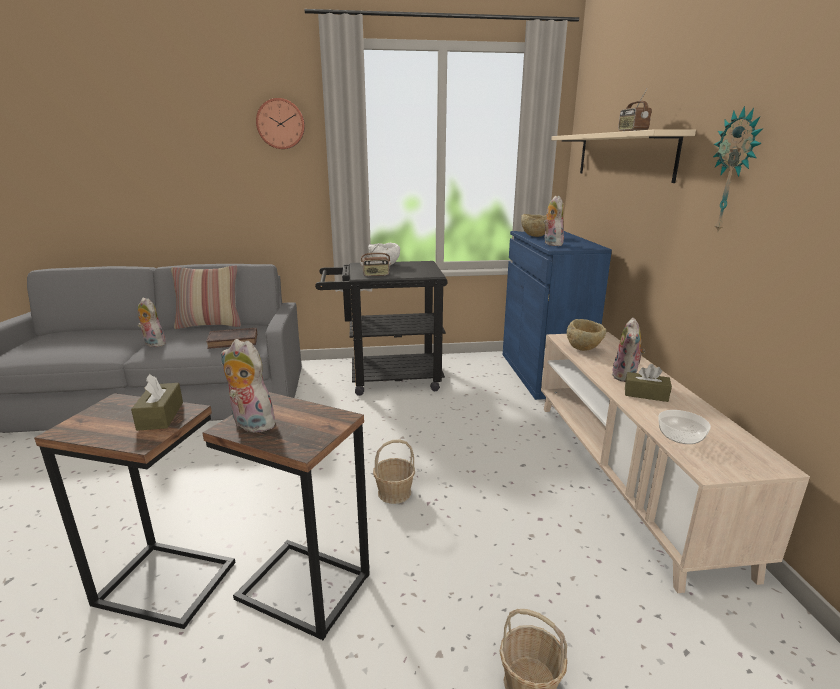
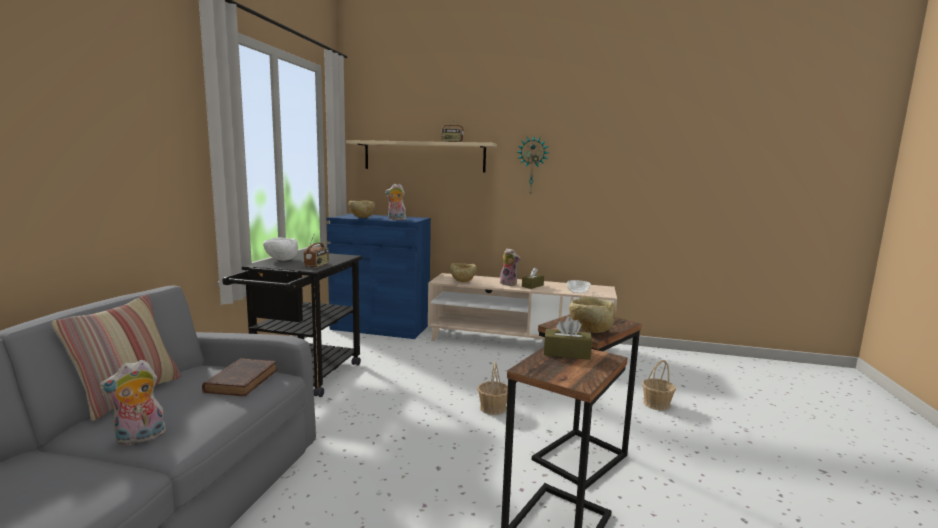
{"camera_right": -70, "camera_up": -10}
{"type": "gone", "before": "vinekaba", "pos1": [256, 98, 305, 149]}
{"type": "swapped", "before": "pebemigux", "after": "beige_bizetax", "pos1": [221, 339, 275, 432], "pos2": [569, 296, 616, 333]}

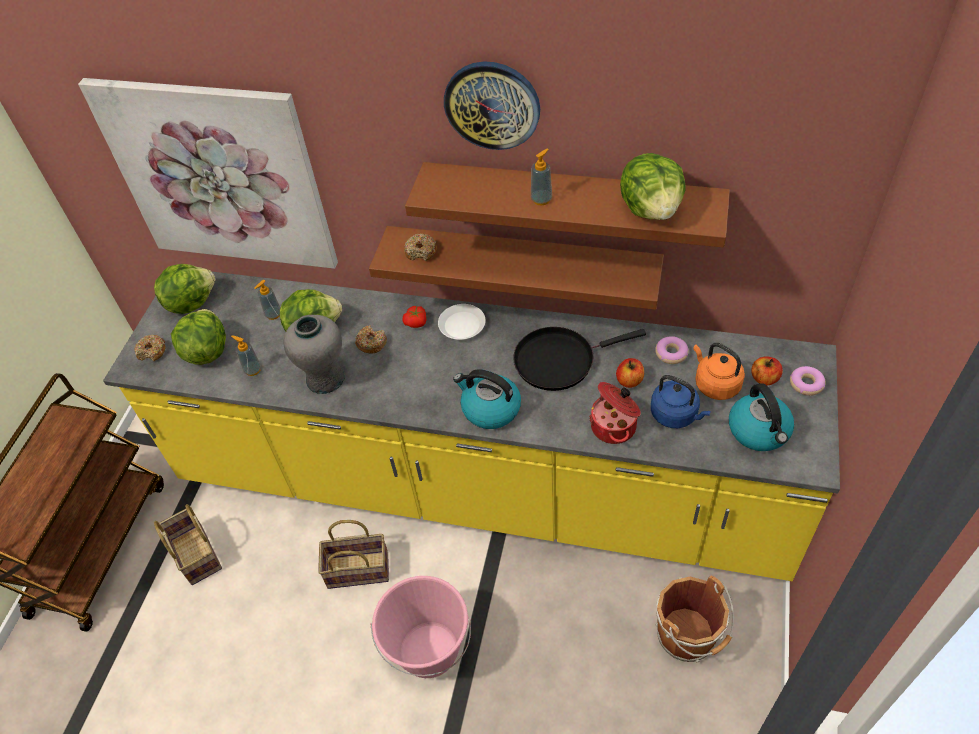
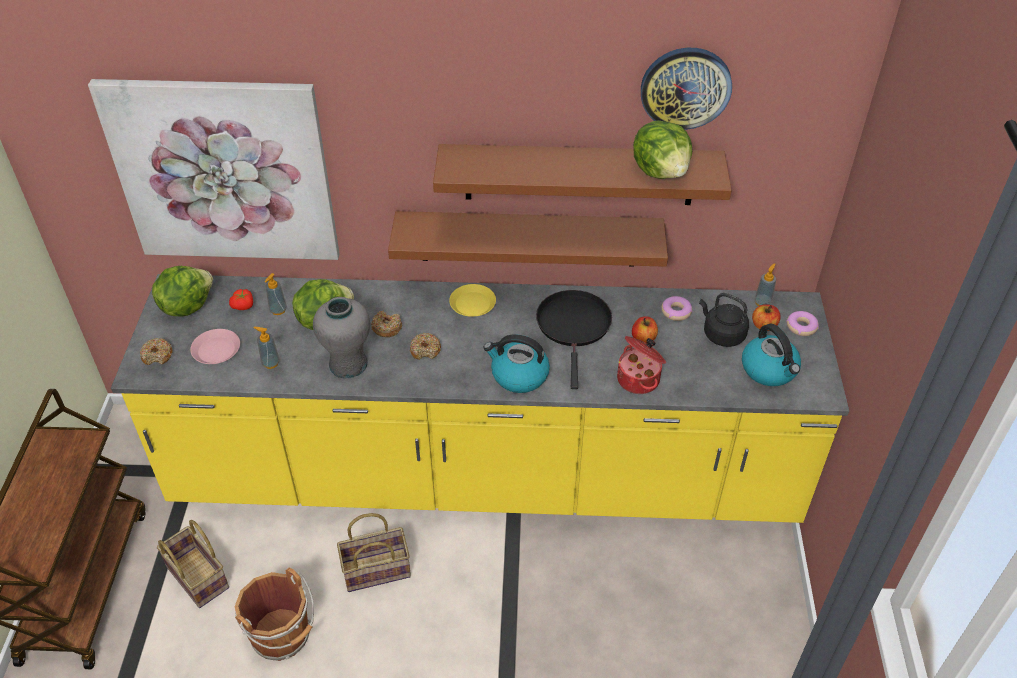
{"camera_right": -15, "camera_up": -5}
{"type": "shifted", "before": "vinekaba", "pos1": [444, 62, 540, 150], "pos2": [641, 48, 732, 130]}
{"type": "shifted", "before": "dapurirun", "pos1": [531, 148, 552, 205], "pos2": [754, 263, 776, 306]}
{"type": "shifted", "before": "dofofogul", "pos1": [404, 233, 437, 261], "pos2": [410, 333, 441, 360]}
{"type": "repainted", "before": "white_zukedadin", "after": "yellow_zukedadin", "pos1": [438, 304, 486, 340], "pos2": [449, 284, 496, 317]}
{"type": "shifted", "before": "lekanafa", "pos1": [402, 306, 426, 328], "pos2": [229, 289, 253, 310]}
{"type": "swapped", "before": "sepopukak", "after": "pink_zukedadin", "pos1": [171, 309, 226, 365], "pos2": [190, 329, 240, 364]}
{"type": "rotated", "before": "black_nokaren", "pos1": [513, 327, 646, 391], "pos2": [536, 290, 612, 389], "turn": 120}
{"type": "repainted", "before": "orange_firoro", "after": "black_firoro", "pos1": [693, 343, 745, 400], "pos2": [699, 293, 749, 347]}
{"type": "gone", "before": "blue_firoro", "pos1": [651, 375, 711, 428]}
{"type": "gone", "before": "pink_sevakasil", "pos1": [371, 576, 471, 678]}
{"type": "shifted", "before": "brown_sevakasil", "pos1": [655, 576, 734, 663], "pos2": [235, 567, 314, 661]}

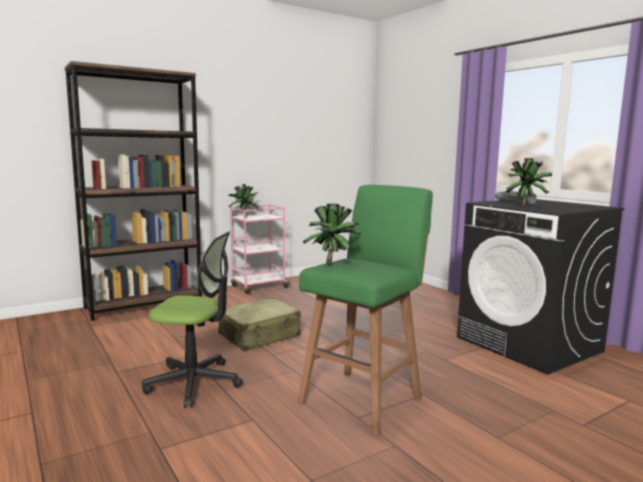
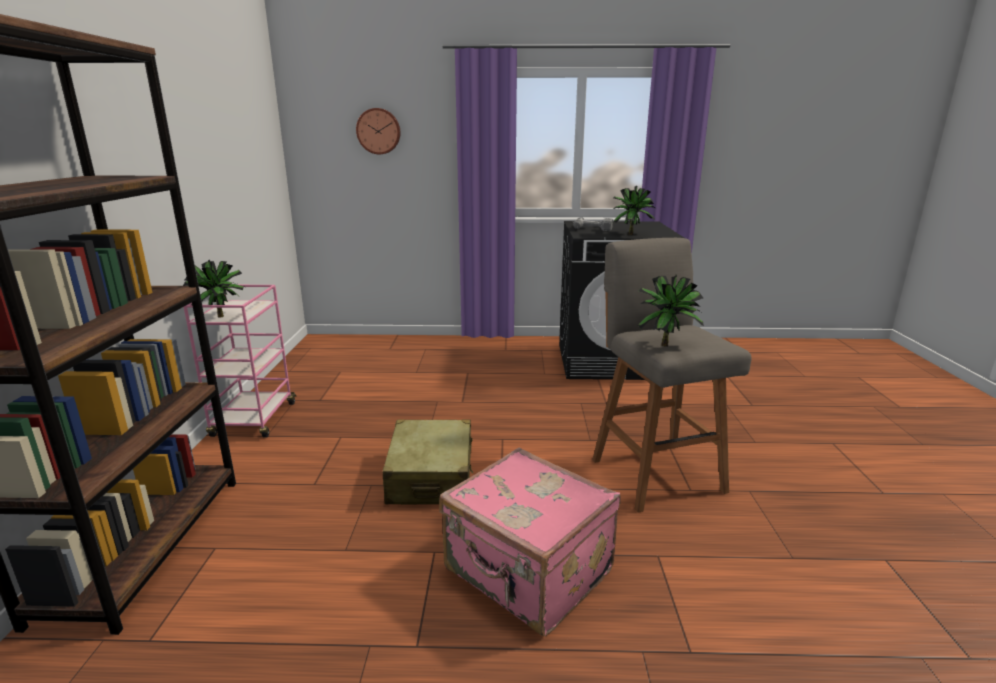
{"camera_right": -55, "camera_up": 10}
{"type": "repainted", "before": "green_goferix", "after": "grey_goferix", "pos1": [298, 185, 433, 436], "pos2": [592, 238, 752, 512]}
{"type": "swapped", "before": "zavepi", "after": "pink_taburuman", "pos1": [142, 231, 243, 408], "pos2": [439, 448, 621, 636]}
{"type": "new", "after": "vinekaba", "pos2": [356, 108, 401, 154]}

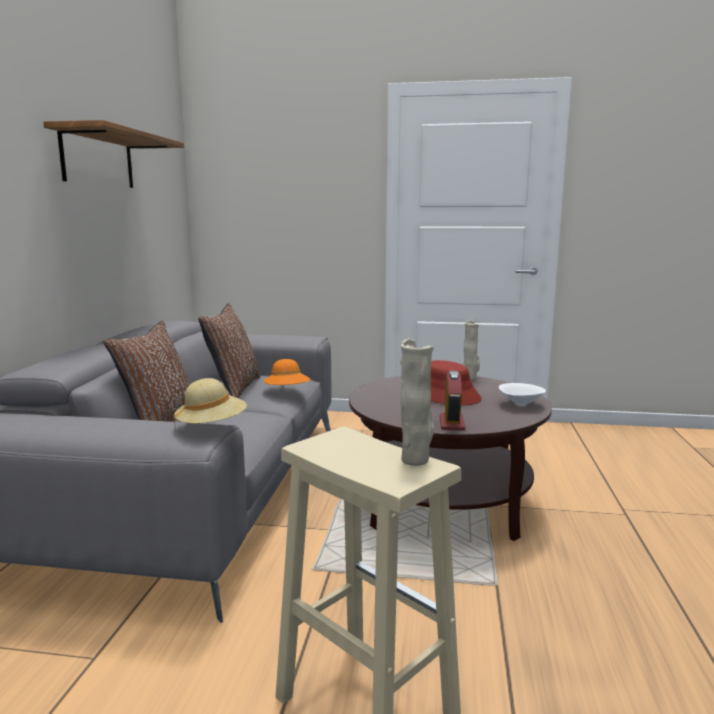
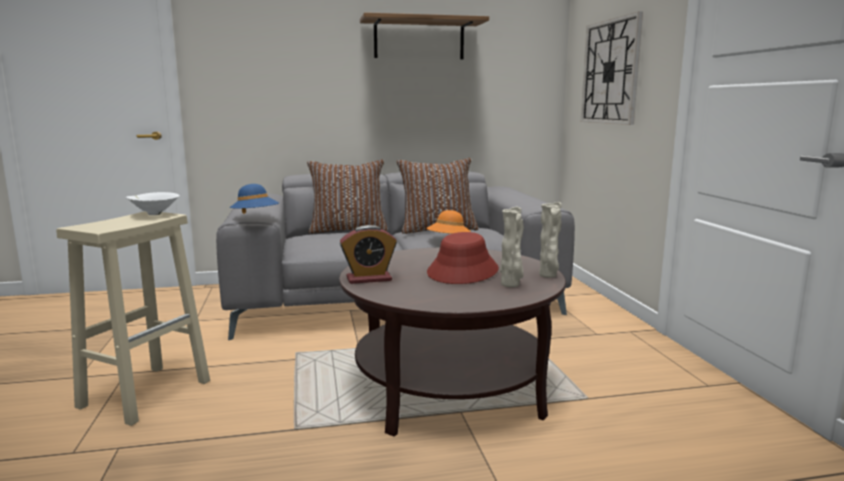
{"camera_right": 70, "camera_up": 0}
{"type": "shifted", "before": "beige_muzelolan", "pos1": [400, 338, 434, 466], "pos2": [500, 207, 524, 287]}
{"type": "repainted", "before": "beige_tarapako", "after": "blue_tarapako", "pos1": [174, 378, 247, 431], "pos2": [230, 184, 279, 214]}
{"type": "shifted", "before": "white_bizetax", "pos1": [499, 383, 546, 407], "pos2": [126, 192, 180, 215]}
{"type": "new", "after": "vinekaba", "pos2": [581, 11, 643, 125]}

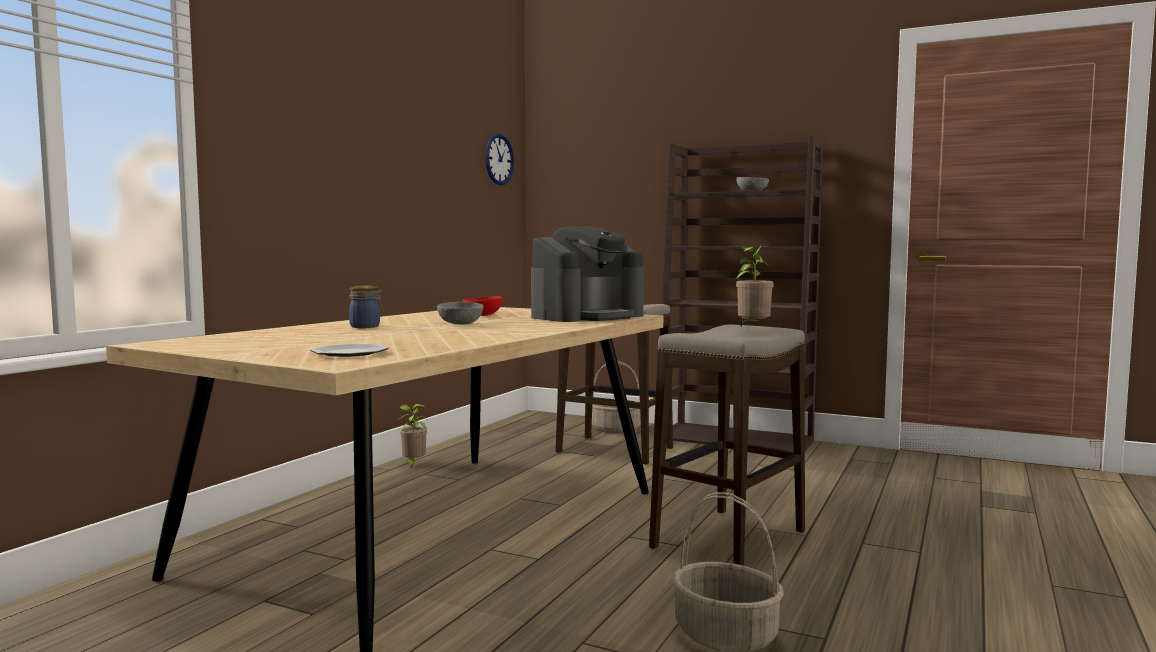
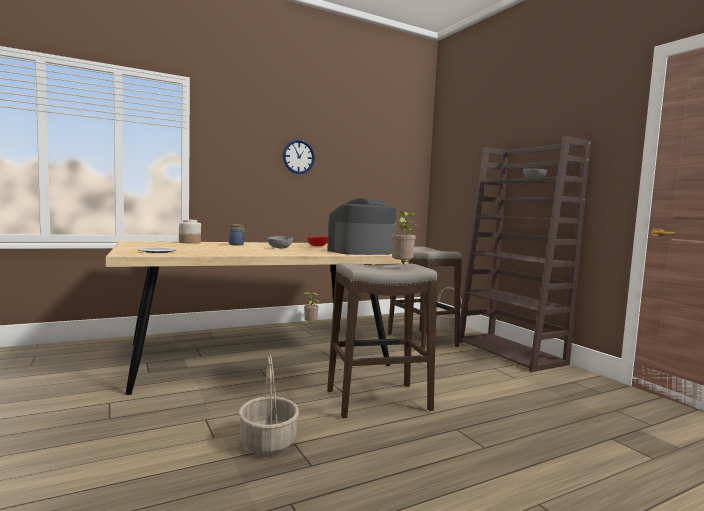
{"camera_right": 35, "camera_up": 0}
{"type": "shifted", "before": "vinekaba", "pos1": [485, 134, 514, 185], "pos2": [283, 140, 315, 174]}
{"type": "rotated", "before": "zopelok", "pos1": [531, 226, 644, 322], "pos2": [327, 198, 396, 255], "turn": 150}
{"type": "new", "after": "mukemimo", "pos2": [179, 219, 201, 244]}

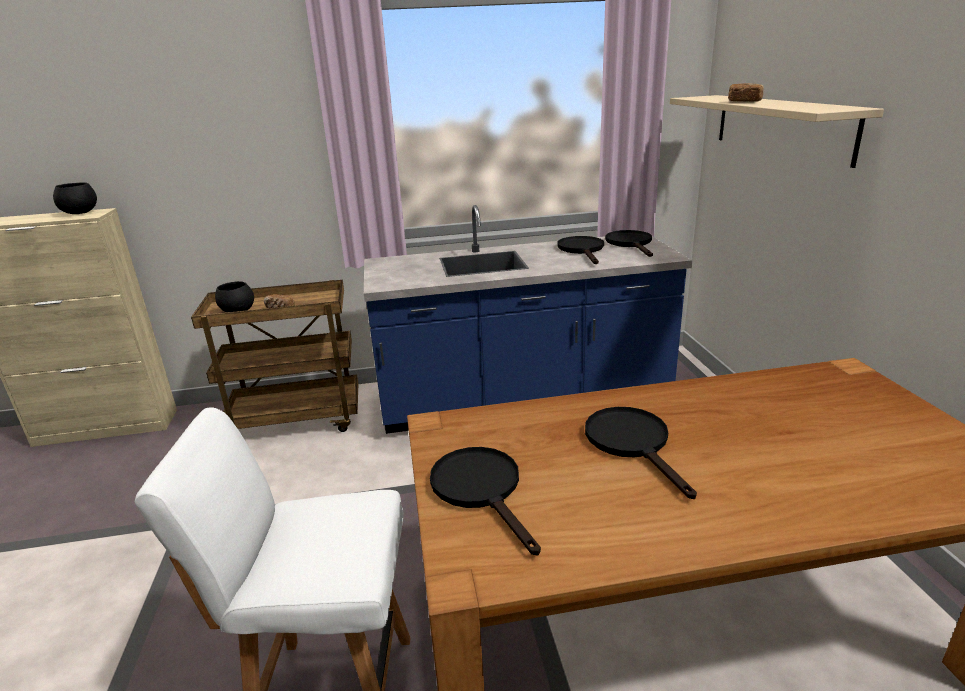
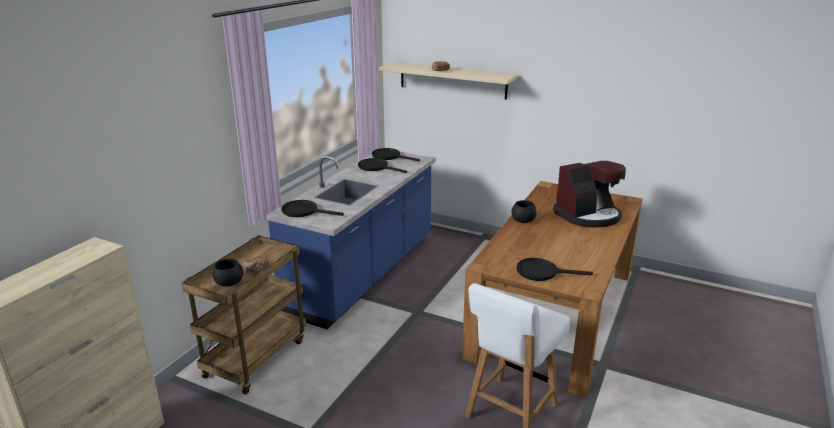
{"camera_right": -55, "camera_up": 0}
{"type": "shifted", "before": "black_bizetax", "pos1": [53, 182, 97, 214], "pos2": [512, 200, 537, 223]}
{"type": "shifted", "before": "black_nokaren", "pos1": [585, 407, 697, 499], "pos2": [281, 200, 344, 217]}
{"type": "new", "after": "zopelok", "pos2": [553, 161, 626, 228]}

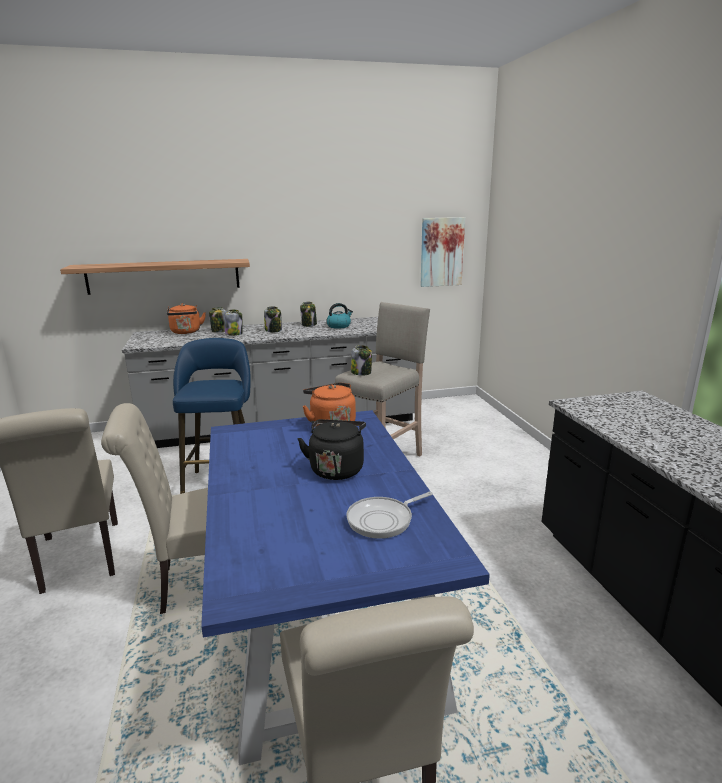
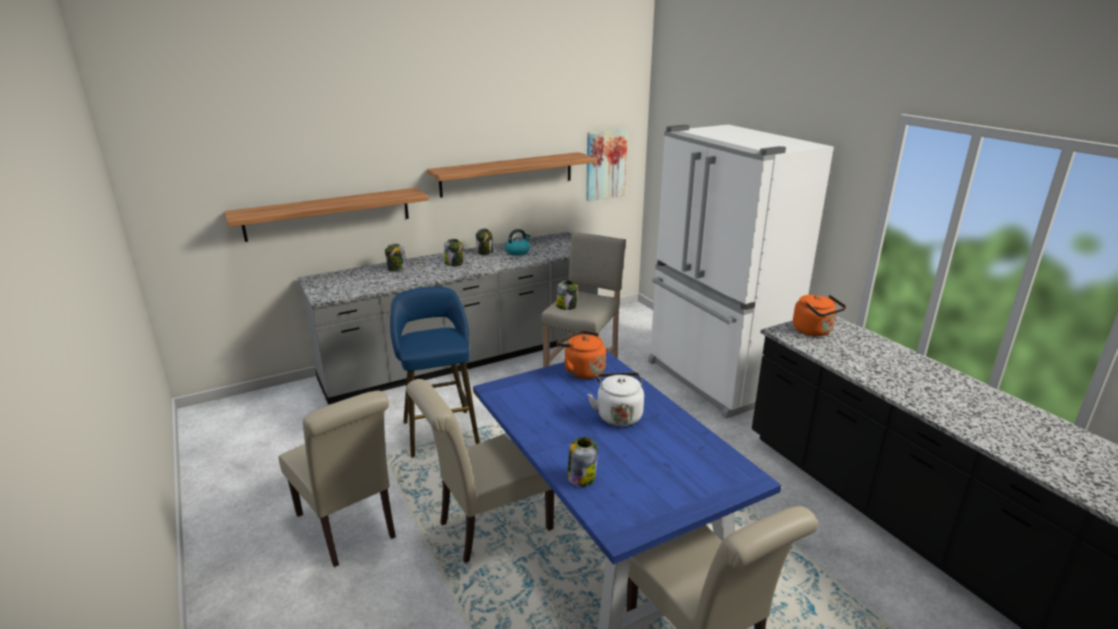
{"camera_right": -15, "camera_up": 5}
{"type": "shifted", "before": "orange_firoro", "pos1": [167, 303, 206, 334], "pos2": [793, 295, 846, 336]}
{"type": "shifted", "before": "mukemimo", "pos1": [225, 310, 242, 336], "pos2": [567, 437, 598, 487]}
{"type": "repainted", "before": "black_firoro", "after": "white_firoro", "pos1": [298, 419, 366, 480], "pos2": [588, 372, 644, 426]}
{"type": "gone", "before": "nokaren", "pos1": [346, 492, 433, 539]}
{"type": "new", "after": "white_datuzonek", "pos2": [648, 125, 834, 419]}
{"type": "new", "after": "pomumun", "pos2": [427, 152, 596, 198]}

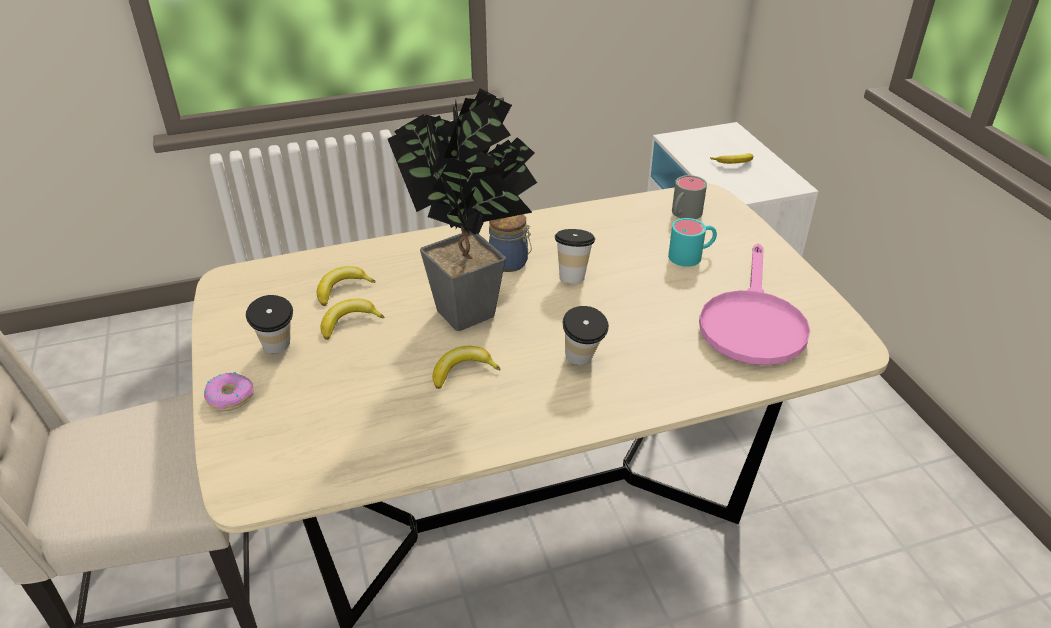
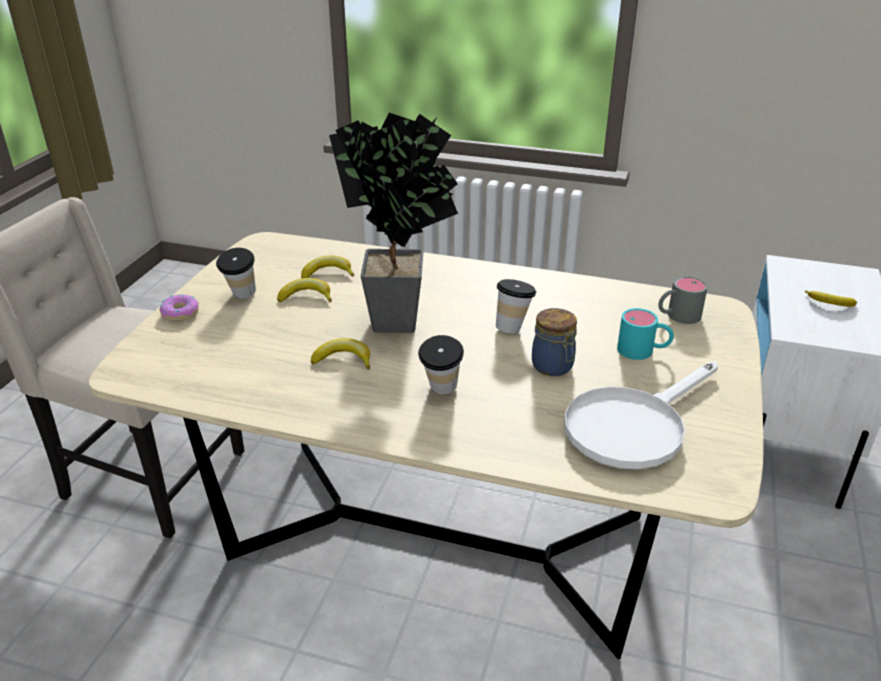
{"camera_right": 35, "camera_up": -5}
{"type": "shifted", "before": "mukemimo", "pos1": [489, 214, 532, 272], "pos2": [532, 308, 577, 376]}
{"type": "repainted", "before": "pink_nokaren", "after": "white_nokaren", "pos1": [699, 244, 810, 365], "pos2": [564, 362, 718, 470]}

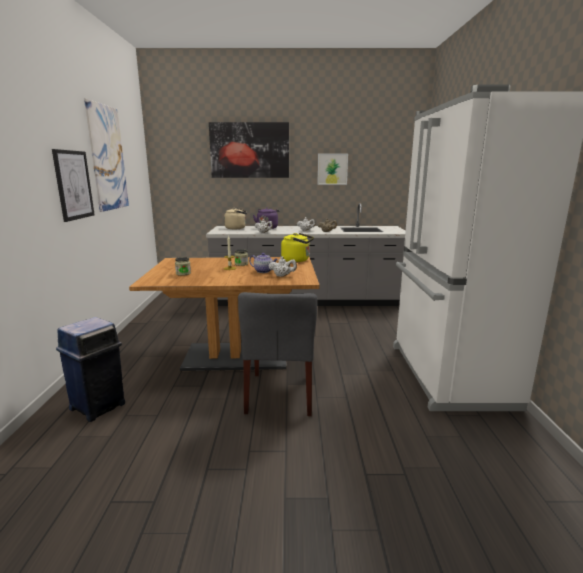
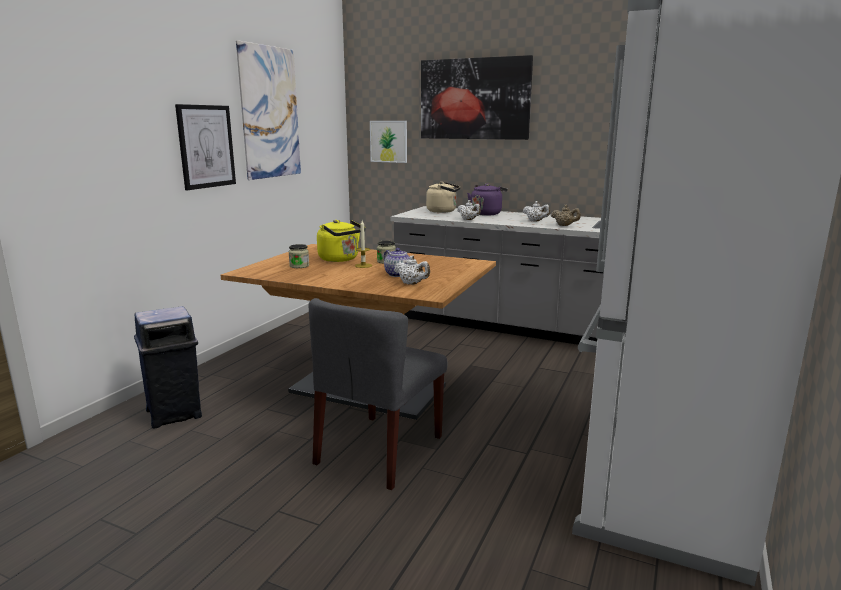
{"camera_right": 25, "camera_up": 0}
{"type": "shifted", "before": "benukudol", "pos1": [317, 154, 348, 185], "pos2": [370, 121, 407, 163]}
{"type": "shifted", "before": "yellow_firoro", "pos1": [281, 233, 314, 262], "pos2": [317, 220, 366, 262]}

